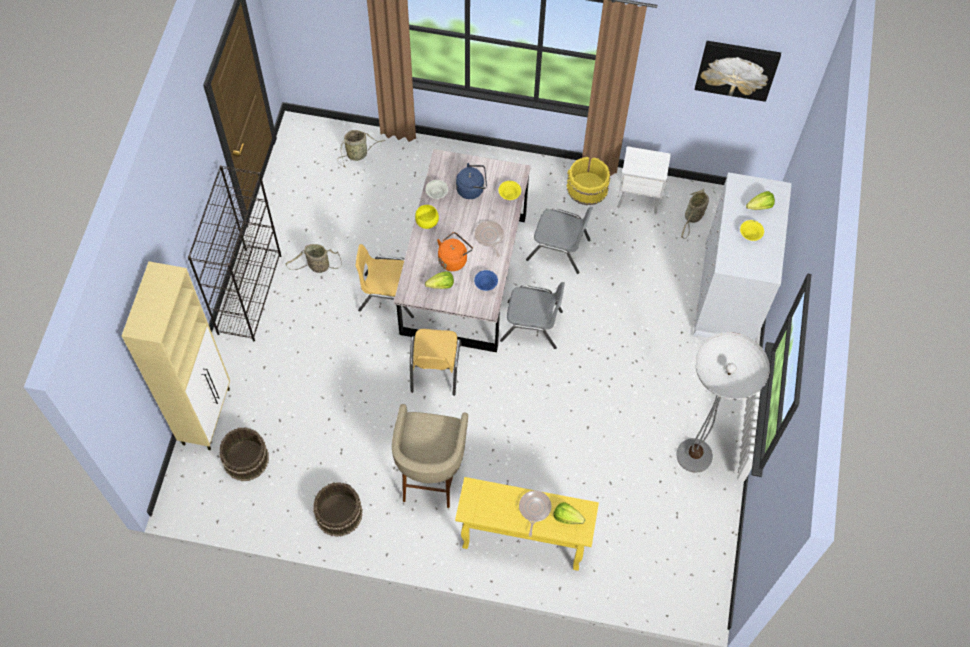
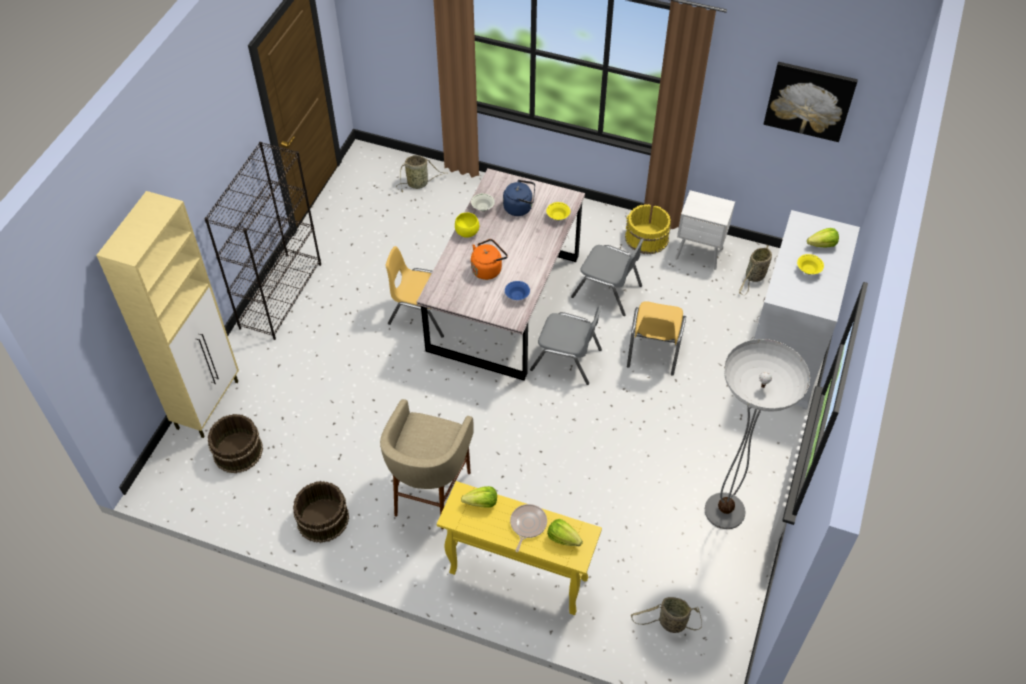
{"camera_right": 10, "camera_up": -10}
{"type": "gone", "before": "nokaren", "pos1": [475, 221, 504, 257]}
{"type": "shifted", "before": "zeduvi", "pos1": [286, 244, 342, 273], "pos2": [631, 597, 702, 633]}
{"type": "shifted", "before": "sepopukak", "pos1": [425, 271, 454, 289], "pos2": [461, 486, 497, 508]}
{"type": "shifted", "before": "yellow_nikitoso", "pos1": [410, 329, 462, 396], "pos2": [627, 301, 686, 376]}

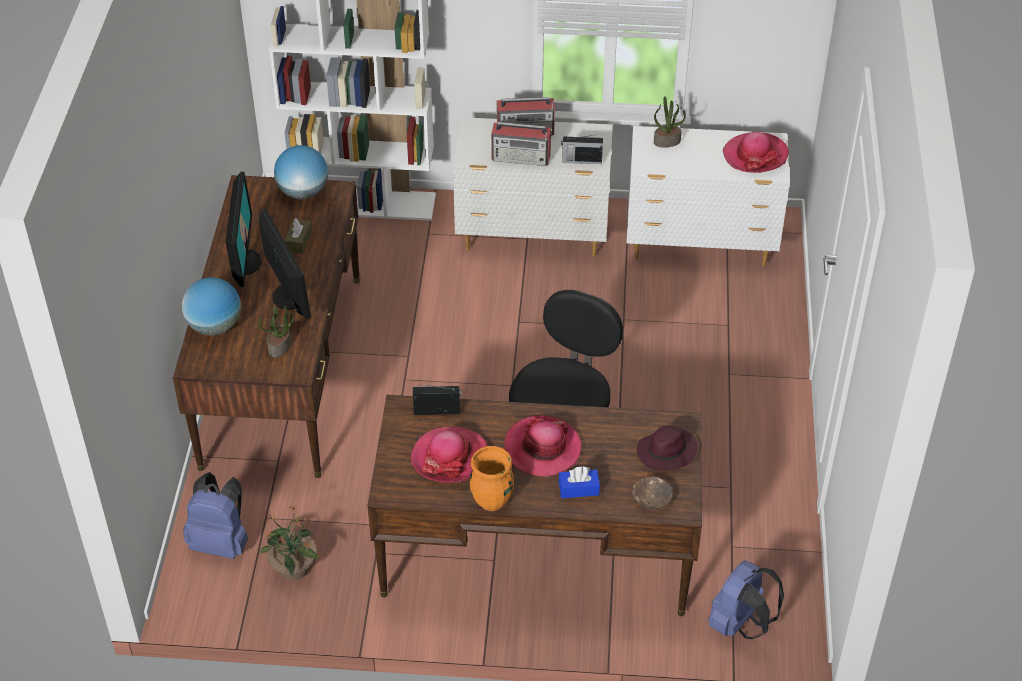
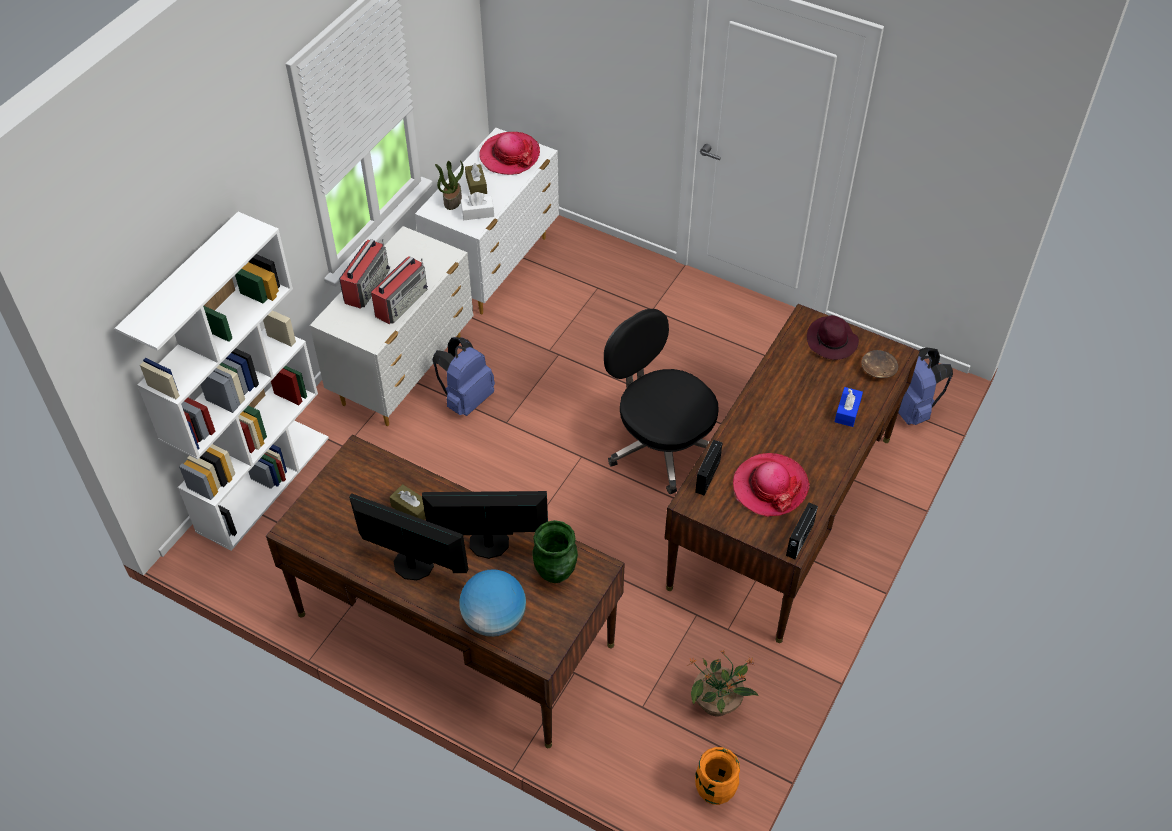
{"camera_right": -65, "camera_up": 5}
{"type": "shifted", "before": "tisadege", "pos1": [561, 134, 603, 164], "pos2": [786, 503, 818, 559]}
{"type": "gone", "before": "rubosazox", "pos1": [274, 145, 328, 199]}
{"type": "swapped", "before": "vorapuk", "after": "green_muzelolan", "pos1": [258, 307, 293, 357], "pos2": [532, 520, 578, 583]}
{"type": "gone", "before": "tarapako", "pos1": [504, 416, 582, 477]}
{"type": "shifted", "before": "orange_muzelolan", "pos1": [470, 446, 514, 511], "pos2": [695, 747, 740, 805]}
{"type": "shifted", "before": "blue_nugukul", "pos1": [183, 472, 248, 559], "pos2": [433, 337, 495, 416]}
{"type": "new", "after": "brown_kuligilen", "pos2": [465, 163, 487, 194]}
{"type": "new", "after": "white_kuligilen", "pos2": [461, 192, 494, 220]}

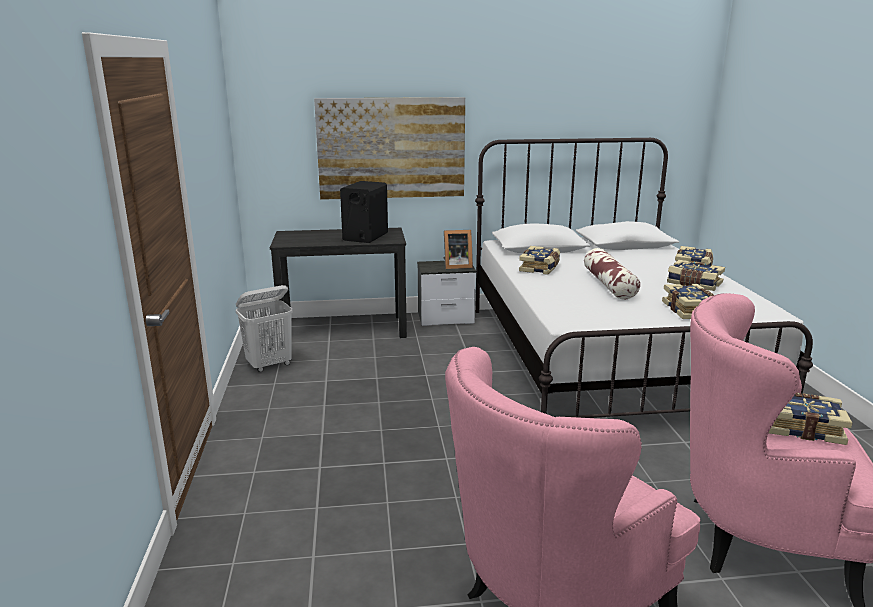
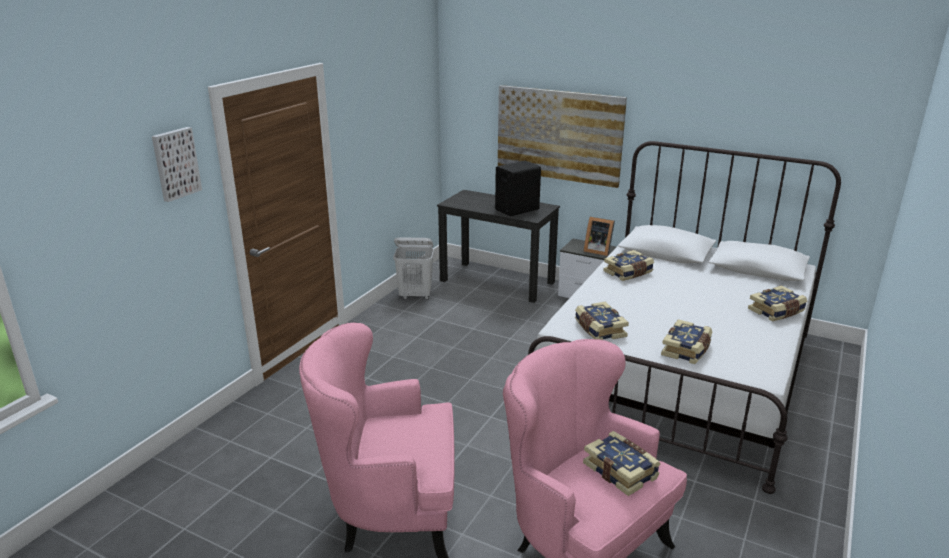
{"camera_right": 35, "camera_up": 5}
{"type": "gone", "before": "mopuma", "pos1": [584, 248, 640, 300]}
{"type": "shifted", "before": "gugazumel", "pos1": [667, 260, 725, 291], "pos2": [575, 302, 629, 340]}
{"type": "new", "after": "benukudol", "pos2": [152, 127, 202, 202]}

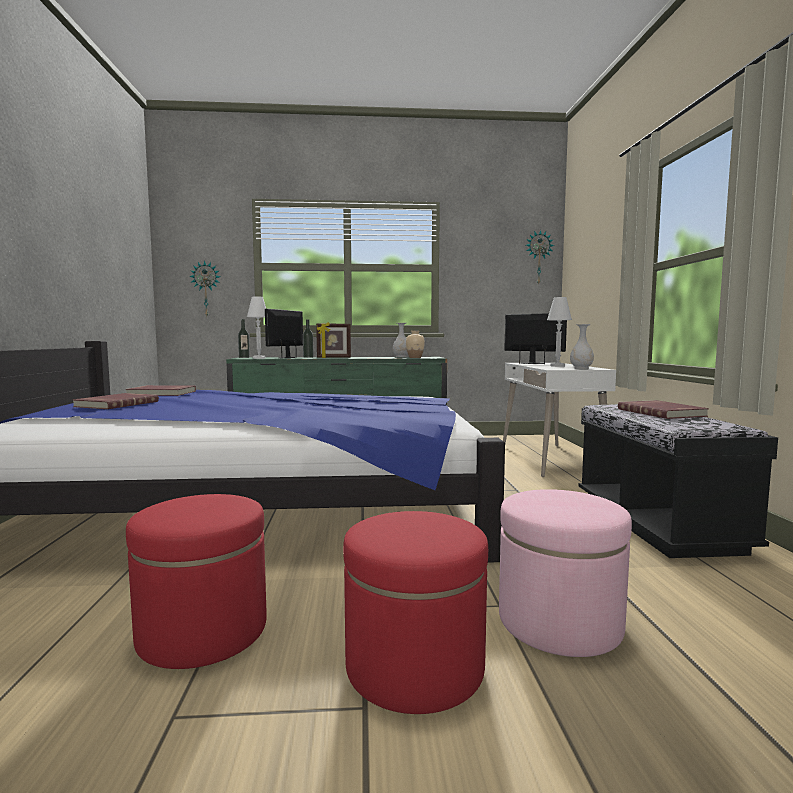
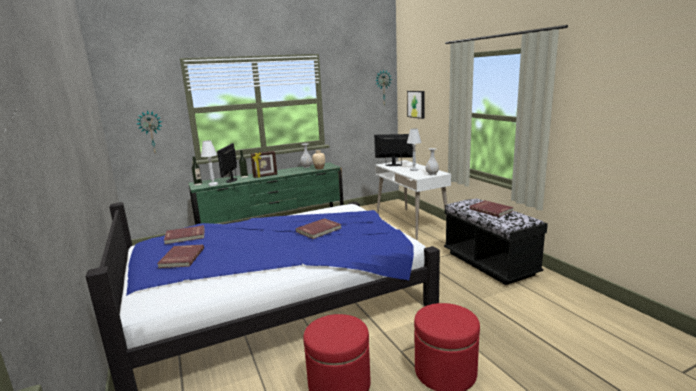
{"camera_right": -20, "camera_up": 10}
{"type": "gone", "before": "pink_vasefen", "pos1": [499, 489, 632, 657]}
{"type": "new", "after": "benukudol", "pos2": [407, 91, 424, 119]}
{"type": "new", "after": "red_gugazumel", "pos2": [296, 218, 341, 239]}

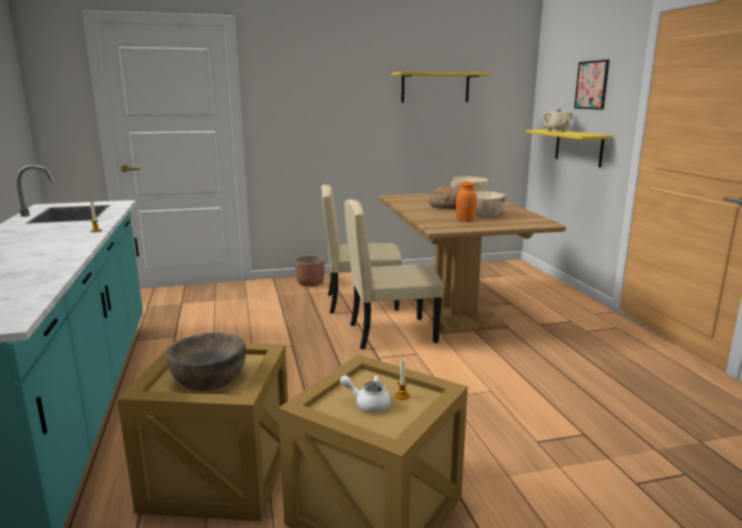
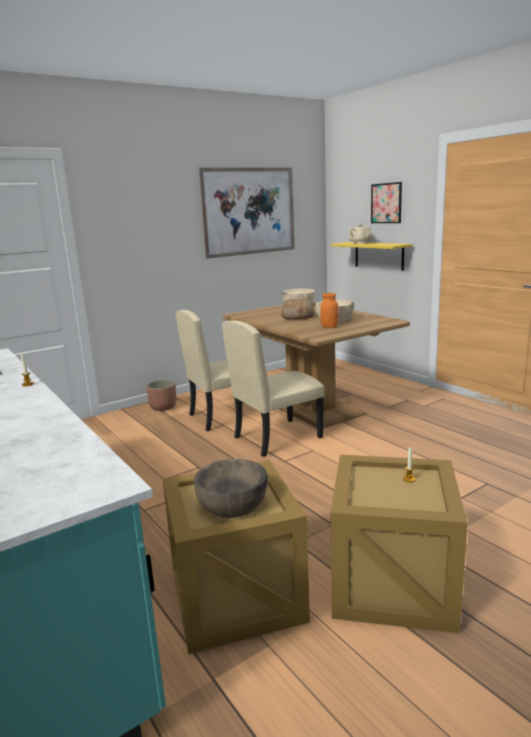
{"camera_right": -20, "camera_up": 0}
{"type": "swapped", "before": "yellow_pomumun", "after": "benukudol", "pos1": [392, 72, 492, 103], "pos2": [199, 168, 294, 259]}
{"type": "gone", "before": "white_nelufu", "pos1": [340, 375, 391, 412]}

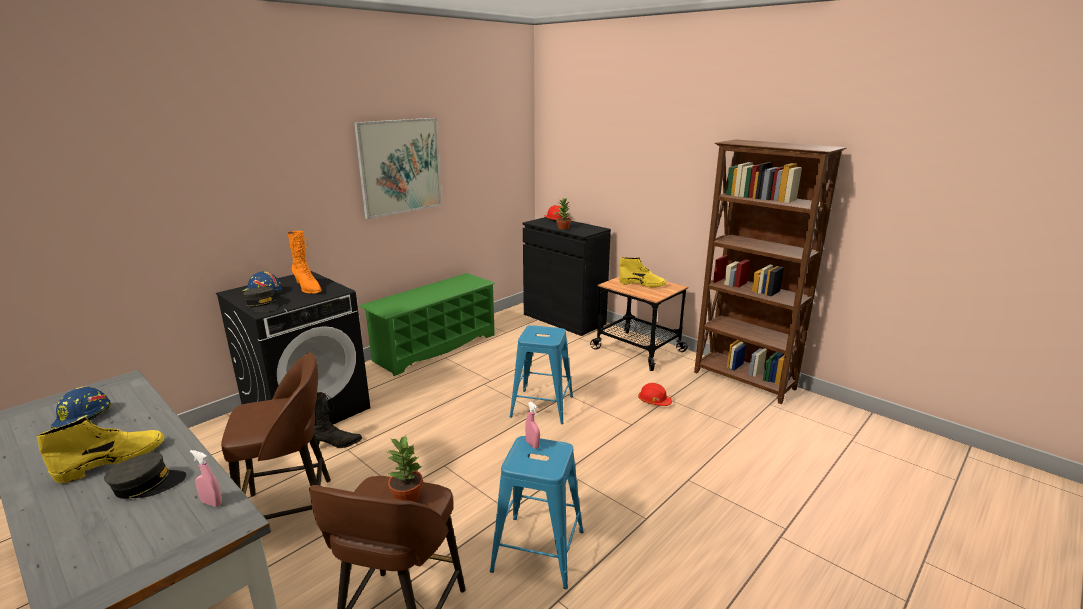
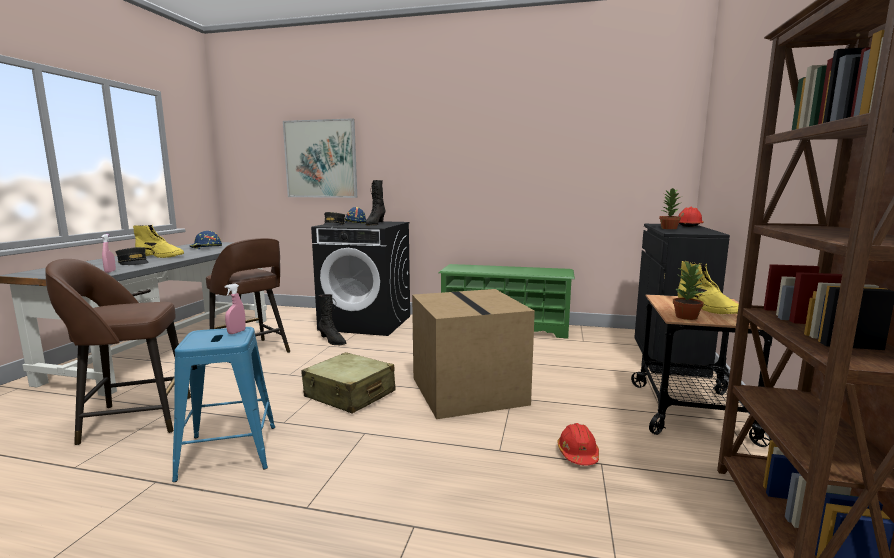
{"camera_right": 60, "camera_up": -10}
{"type": "shifted", "before": "benukudol", "pos1": [354, 118, 442, 219], "pos2": [283, 118, 357, 198]}
{"type": "repainted", "before": "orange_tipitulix", "after": "black_tipitulix", "pos1": [287, 231, 322, 294], "pos2": [366, 180, 385, 225]}
{"type": "swapped", "before": "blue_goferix", "after": "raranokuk", "pos1": [510, 325, 573, 424], "pos2": [412, 289, 535, 419]}
{"type": "shifted", "before": "vorapuk", "pos1": [387, 434, 423, 502], "pos2": [673, 261, 704, 320]}
{"type": "new", "after": "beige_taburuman", "pos2": [301, 352, 396, 413]}

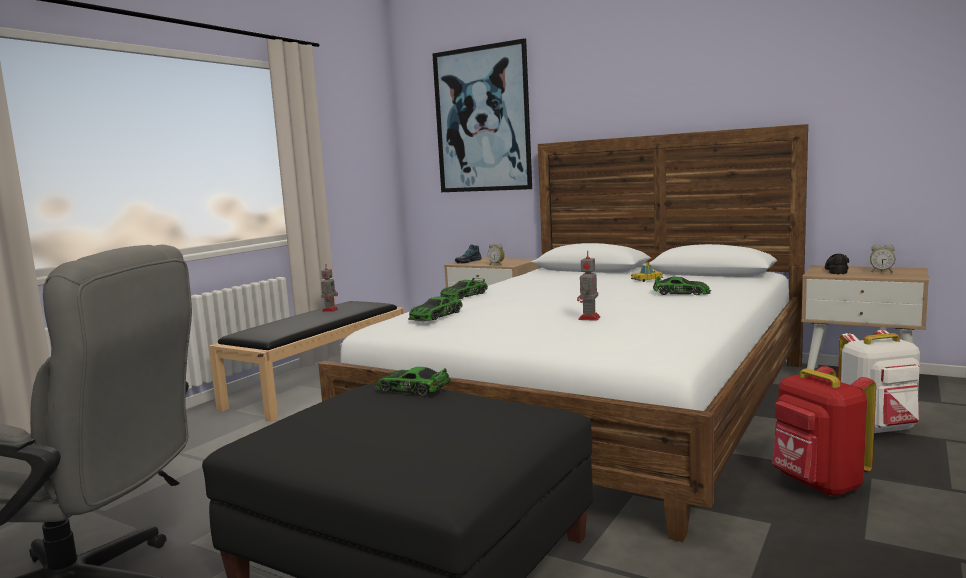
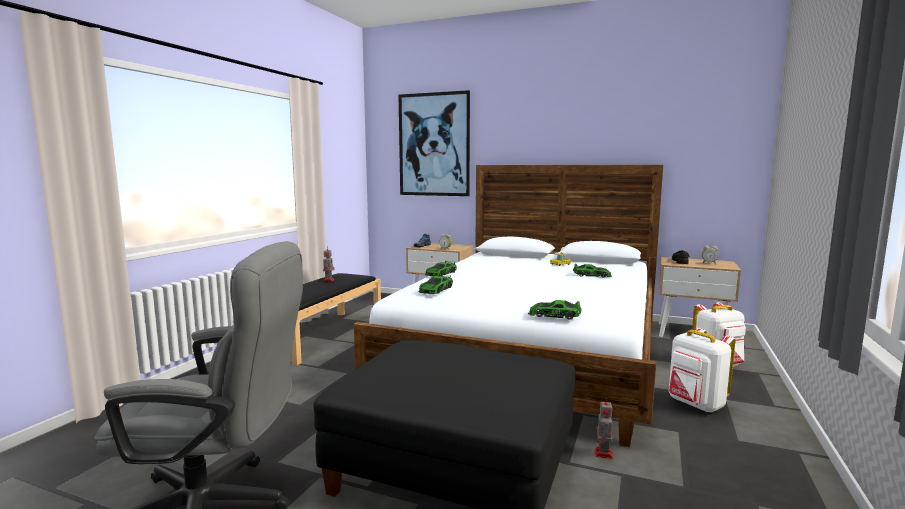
{"camera_right": -10, "camera_up": 0}
{"type": "shifted", "before": "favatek", "pos1": [577, 250, 600, 321], "pos2": [594, 397, 613, 459]}
{"type": "repainted", "before": "red_nugukul", "after": "white_nugukul", "pos1": [772, 366, 876, 496], "pos2": [669, 328, 735, 413]}
{"type": "shifted", "before": "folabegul", "pos1": [375, 367, 451, 397], "pos2": [528, 300, 581, 320]}

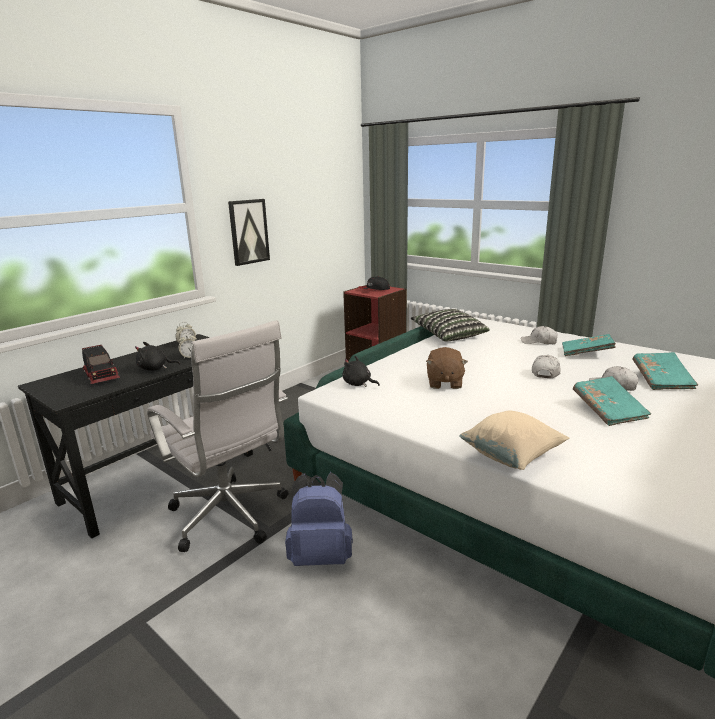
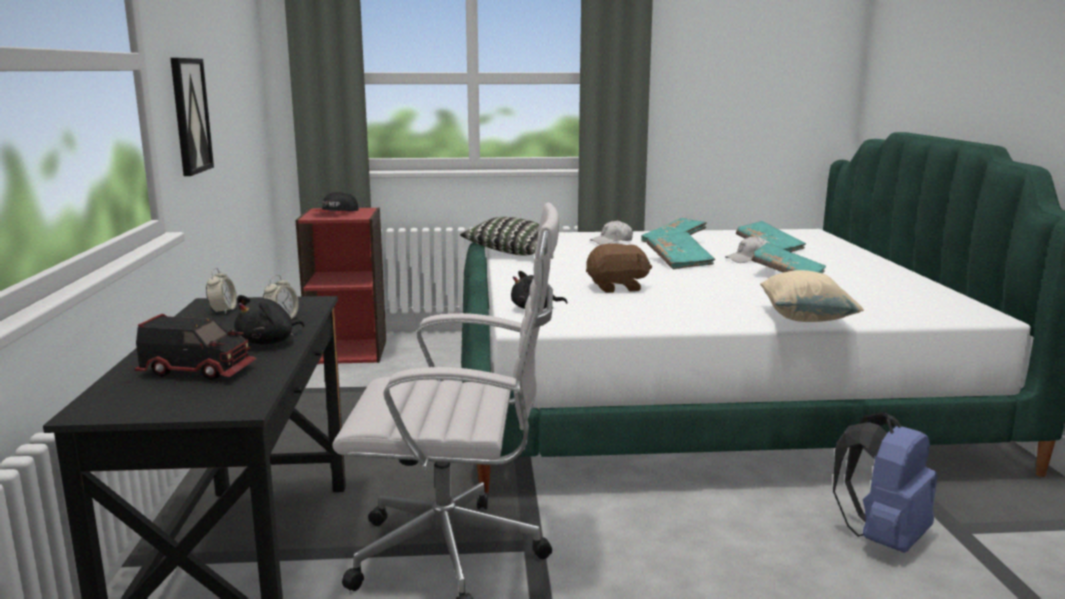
{"camera_right": -45, "camera_up": -5}
{"type": "rotated", "before": "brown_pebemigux", "pos1": [426, 347, 468, 389], "pos2": [586, 243, 652, 293], "turn": -60}
{"type": "swapped", "before": "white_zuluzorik", "after": "turquoise_gugazumel", "pos1": [532, 355, 561, 378], "pos2": [647, 232, 715, 269]}
{"type": "shifted", "before": "blue_nugukul", "pos1": [285, 472, 353, 566], "pos2": [833, 412, 938, 553]}

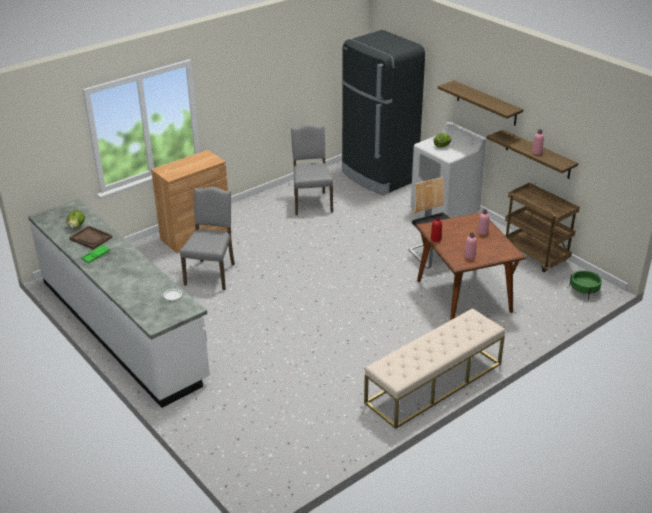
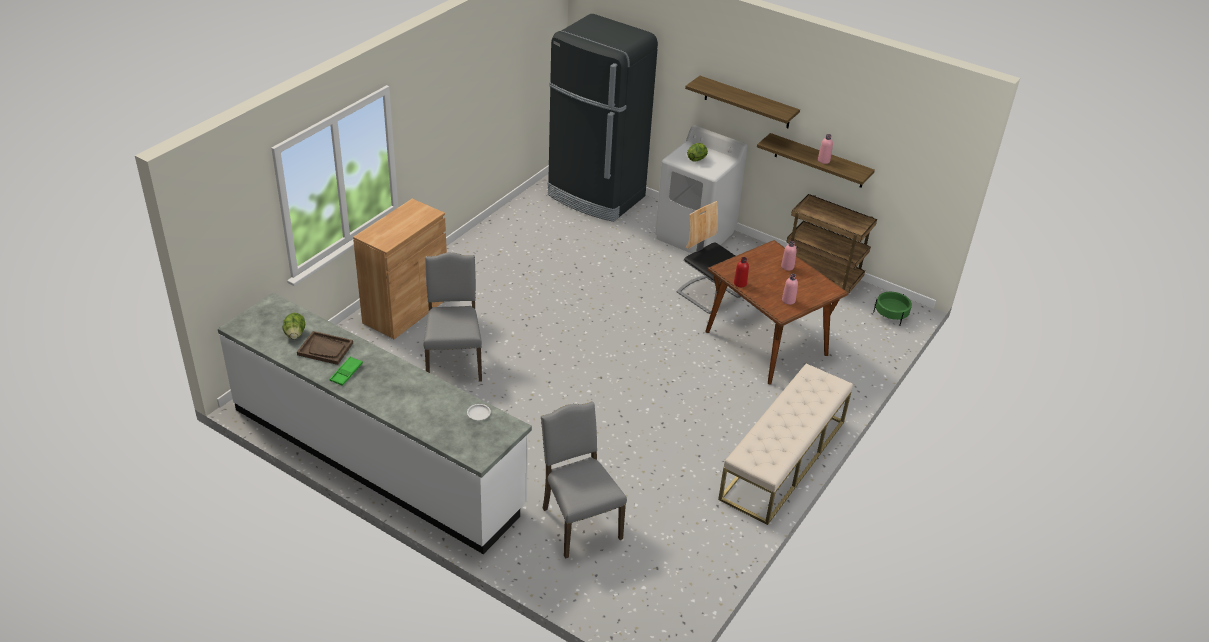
{"camera_right": -20, "camera_up": 5}
{"type": "shifted", "before": "grey_nikitoso", "pos1": [291, 124, 333, 215], "pos2": [541, 401, 627, 559]}

